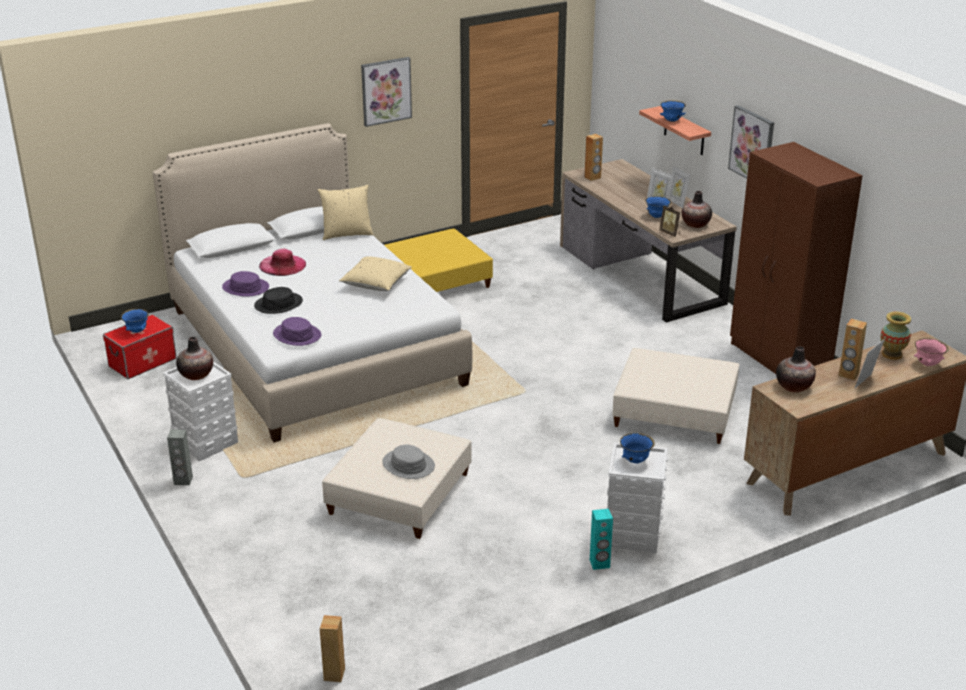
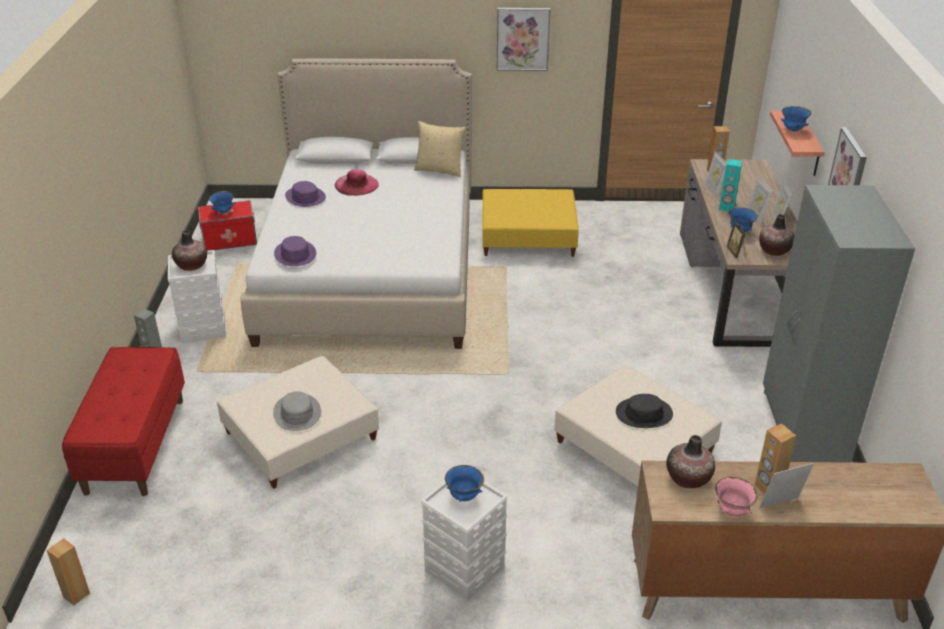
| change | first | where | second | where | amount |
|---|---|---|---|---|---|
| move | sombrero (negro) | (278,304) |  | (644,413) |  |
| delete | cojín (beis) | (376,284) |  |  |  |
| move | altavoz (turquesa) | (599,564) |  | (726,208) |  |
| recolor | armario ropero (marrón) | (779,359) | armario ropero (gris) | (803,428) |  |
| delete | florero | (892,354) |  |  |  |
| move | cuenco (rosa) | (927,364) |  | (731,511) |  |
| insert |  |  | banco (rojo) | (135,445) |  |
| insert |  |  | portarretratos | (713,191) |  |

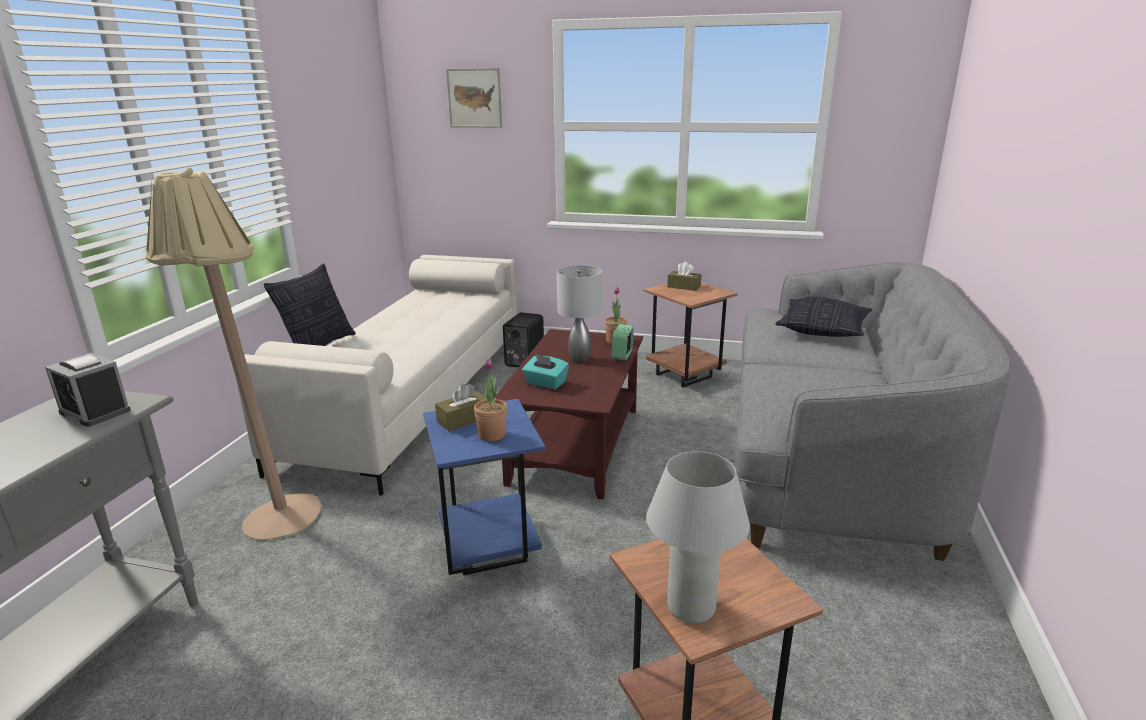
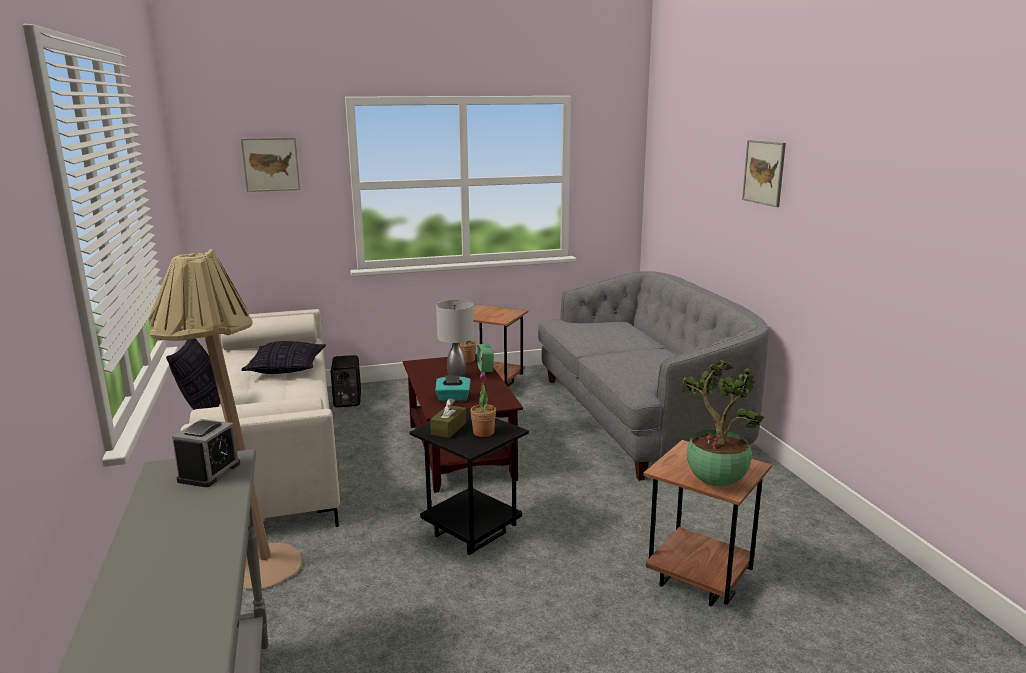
| change | first | where | second | where | amount |
|---|---|---|---|---|---|
| rotate | despertador | (95,411) |  | (209,472) | 75 degrees counterclockwise |
| recolor | mesa auxiliar (azul) | (487,551) | mesa auxiliar (negro) | (470,536) |  |
| replace | lámpara de mesa (blanco) | (691,607) | planta en maceta | (714,482) |  |
| delete | caja de pañuelos (marrón) | (684,287) |  |  |  |
| move | cojín | (822,331) |  | (286,369) |  |
| insert |  |  | cuadro | (764,172) |  |

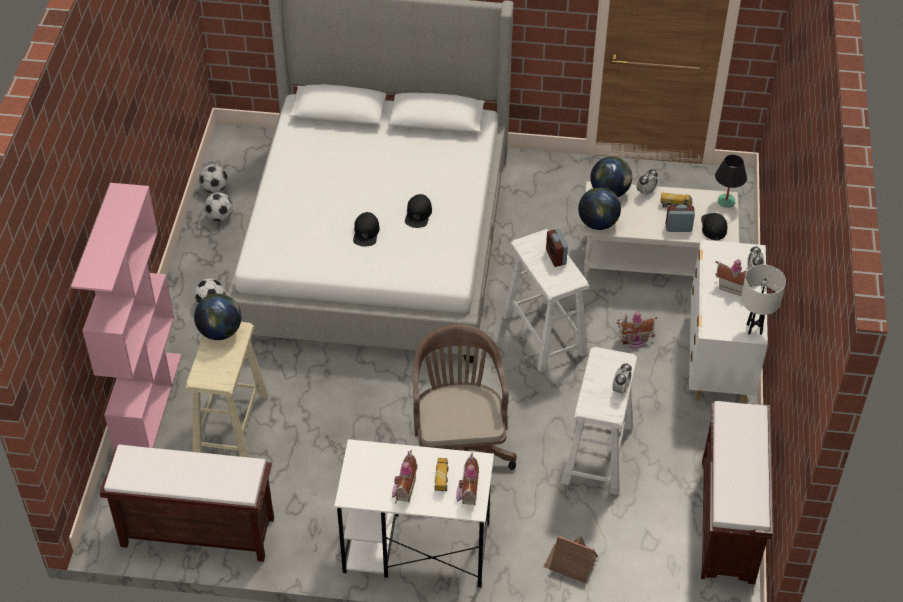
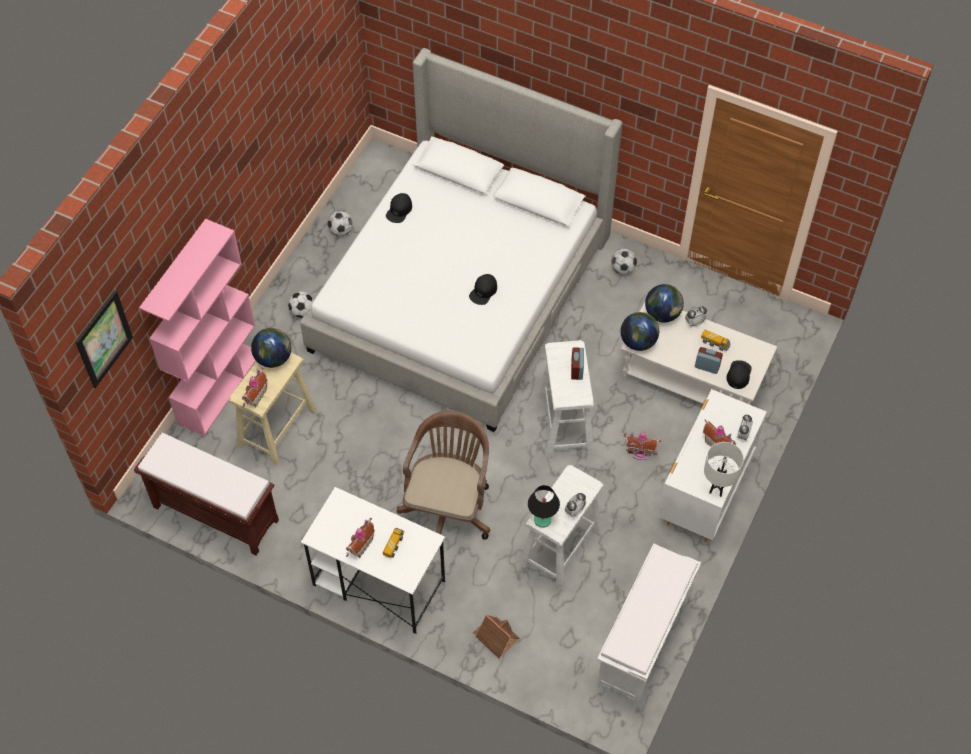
| change | first | where | second | where | amount |
|---|---|---|---|---|---|
| move | balón de fútbol | (214,189) |  | (623,269) |  |
| move | gorra (negro) | (366,232) |  | (399,210) |  |
| move | casita | (466,493) |  | (254,396) |  |
| recolor | banco (marrón) | (728,521) | banco (blanco) | (643,643) |  |
| move | lámpara de mesa (negro) | (726,201) |  | (543,520) |  |
| insert |  |  | cuadro | (104,339) |  |

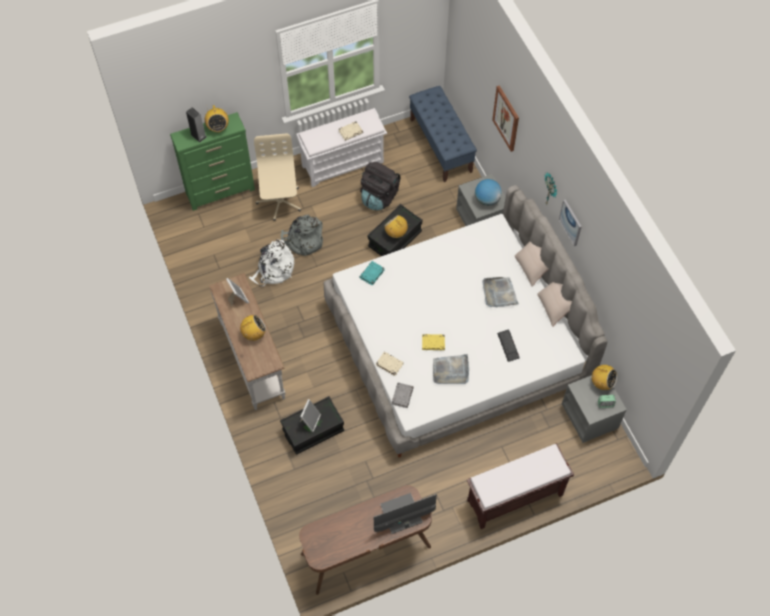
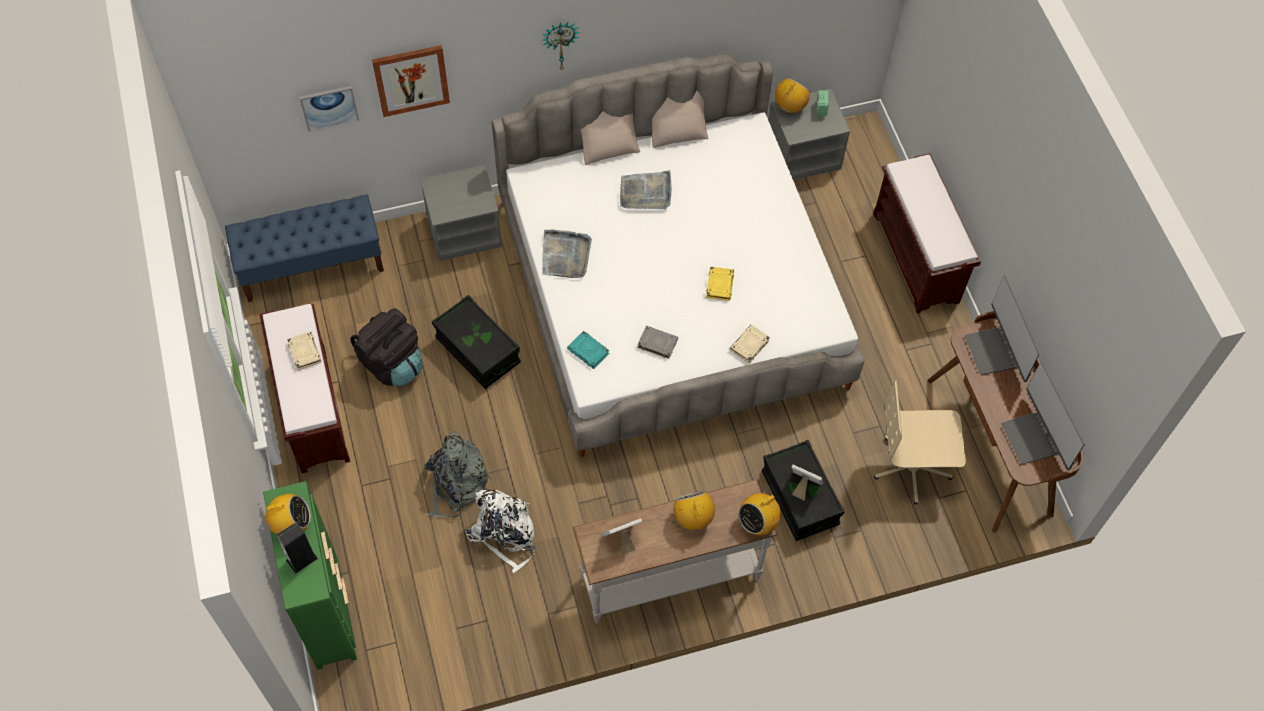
| change | first | where | second | where | amount |
|---|---|---|---|---|---|
| move | silla de oficina (beis) | (279,201) |  | (912,468) |  |
| recolor | banco (blanco) | (343,163) | banco (marrón) | (312,409) |  |
| move | radio | (396,233) |  | (758,522) |  |
| move | libro (gris) | (402,395) |  | (657,343) |  |
| move | bandeja (gris) | (451,371) |  | (565,255) |  |
| delete | globo terráqueo | (487,200) |  |  |  |
| delete | teclado | (508,346) |  |  |  |
| move | cuadro | (571,222) |  | (329,107) |  |
| insert |  |  | monitor | (1034,437) |  |

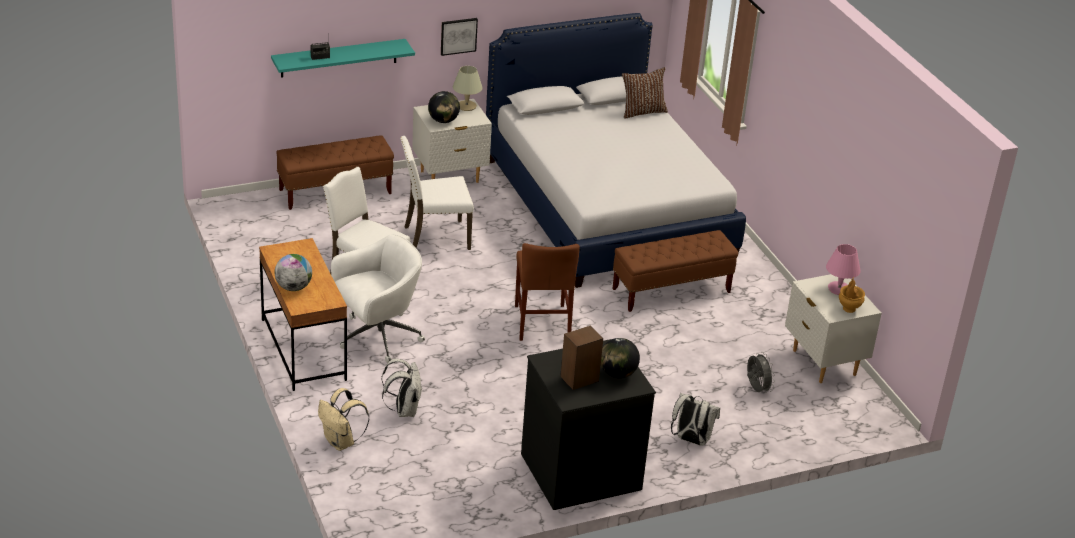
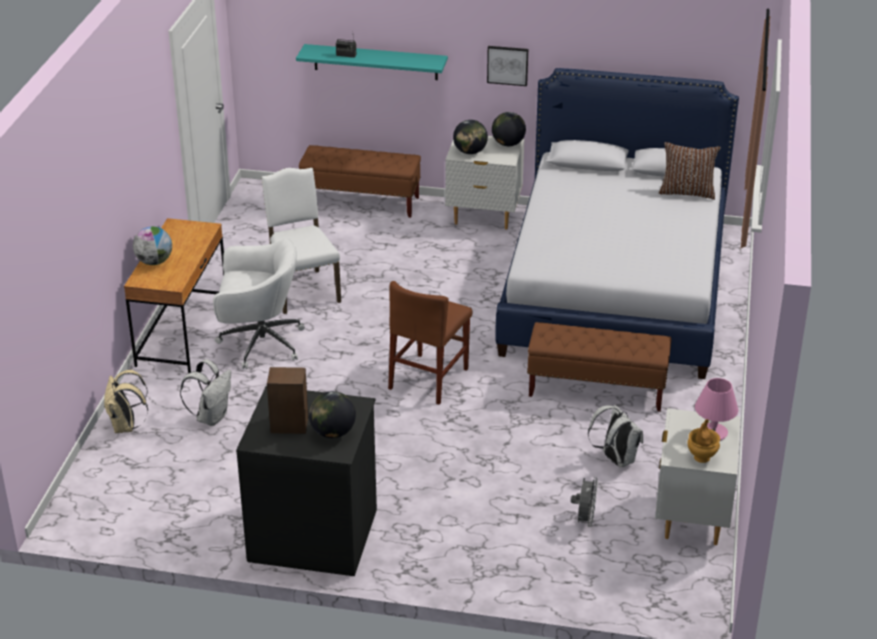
| change | first | where | second | where | amount |
|---|---|---|---|---|---|
| delete | silla (blanco) | (435,237) |  |  |  |
| replace | lámpara de mesa (beis) | (466,106) | globo terráqueo | (508,144) |  |
| move | mochila (blanco) | (691,440) |  | (616,459) |  |

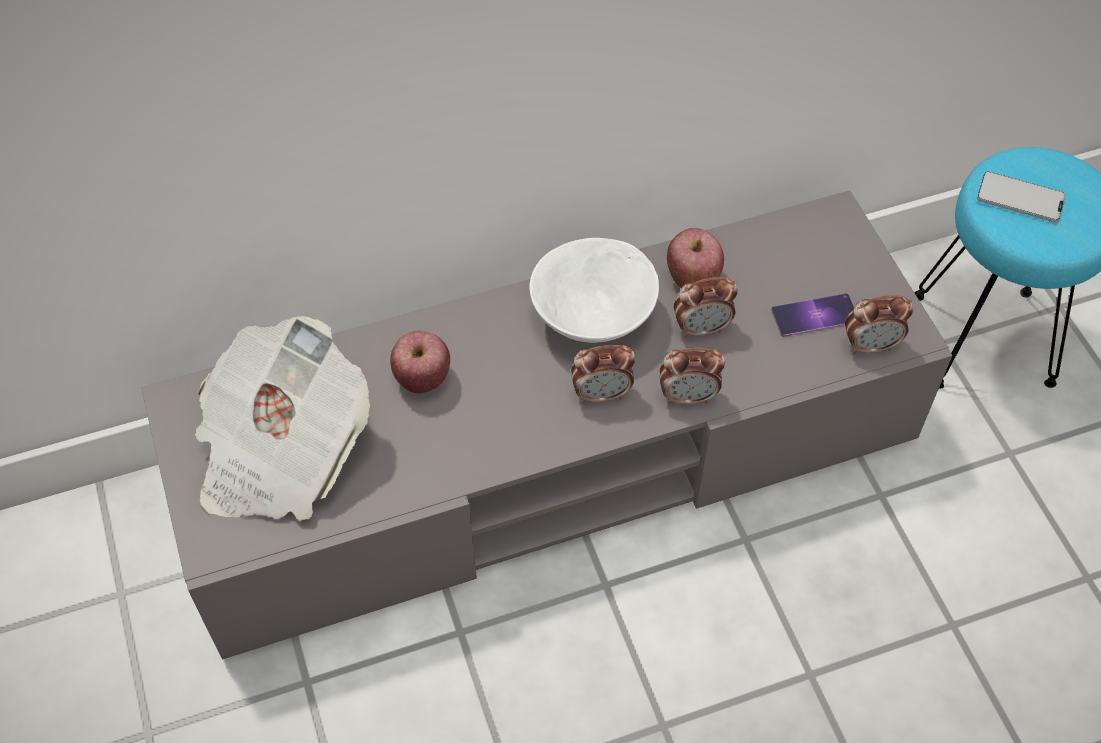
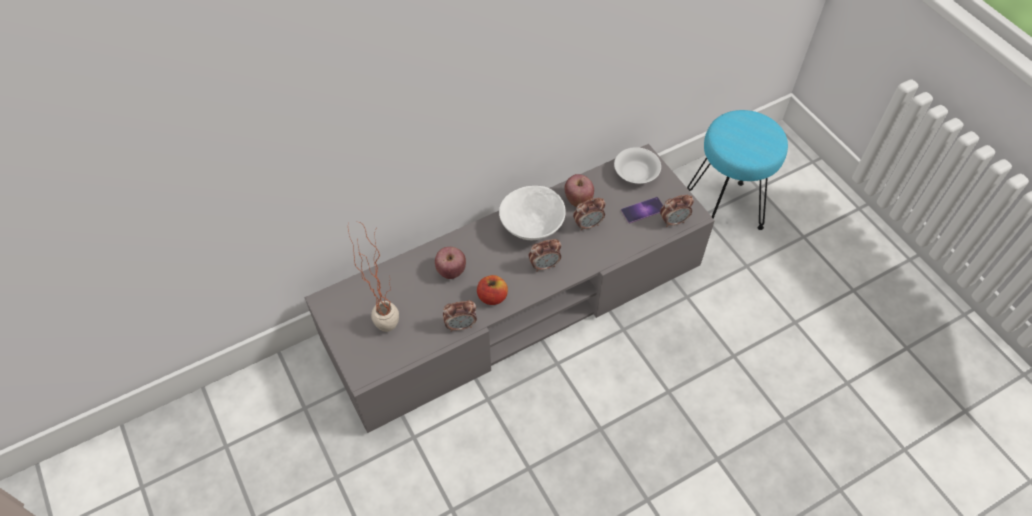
| change | first | where | second | where | amount |
|---|---|---|---|---|---|
| replace | periódico | (281,451) | planta en maceta | (386,319) |  |
| move | despertador | (688,396) |  | (461,325) |  |
| delete | móvil | (1020,198) |  |  |  |
| insert |  |  | manzana | (492,297) |  |
| insert |  |  | cuenco (blanco) | (636,173) |  |

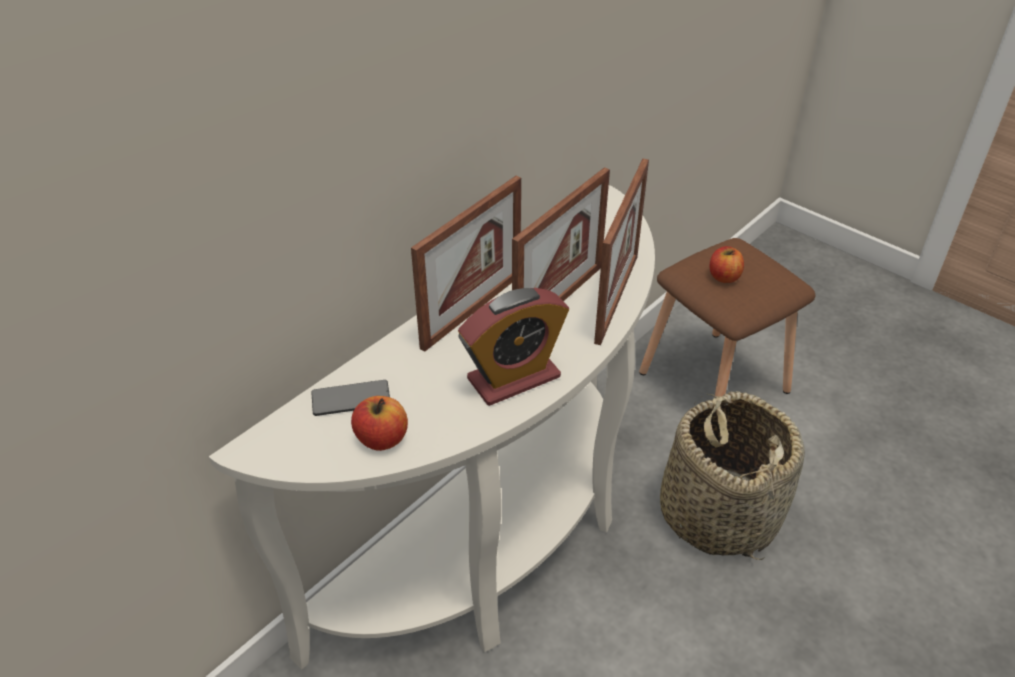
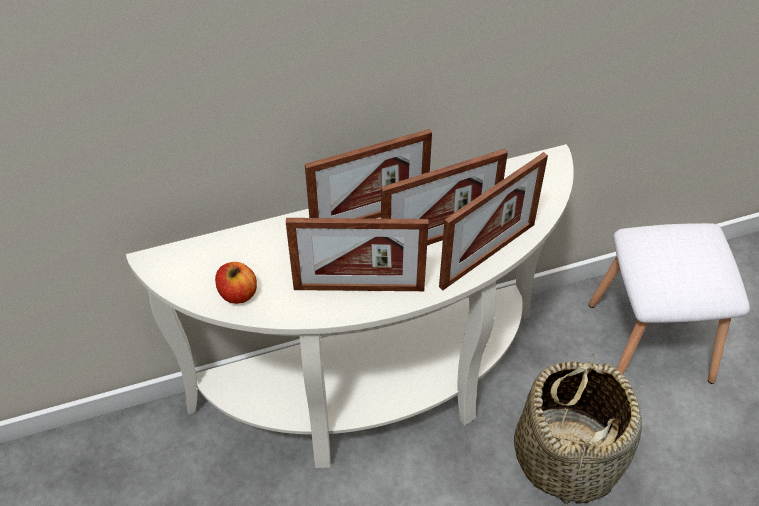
| change | first | where | second | where | amount |
|---|---|---|---|---|---|
| delete | móvil | (351,399) |  |  |  |
| replace | despertador | (513,378) | portarretratos | (359,288) |  |
| recolor | taburete (marrón) | (714,380) | taburete (blanco) | (651,340) |  |
| delete | manzana | (724,277) |  |  |  |

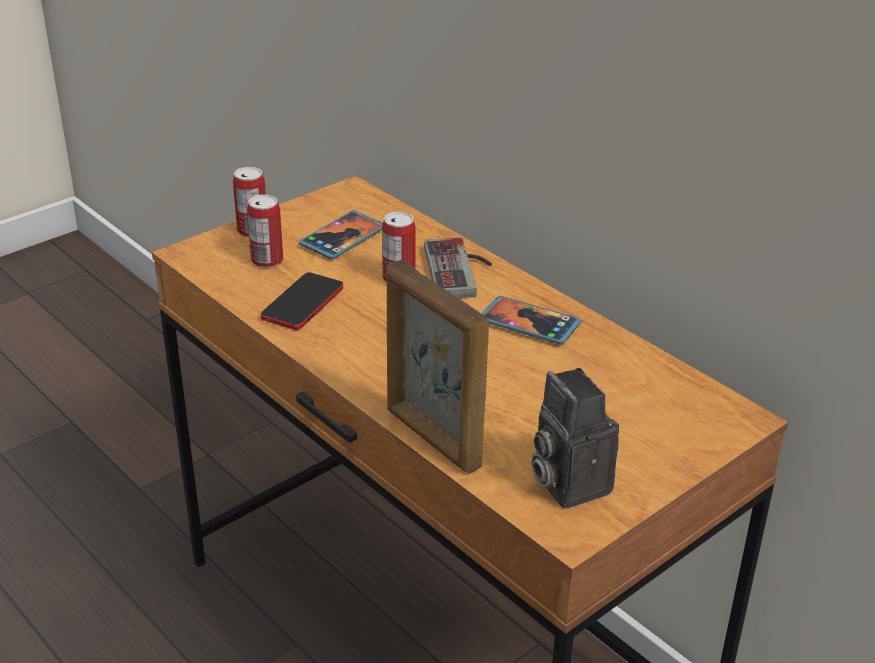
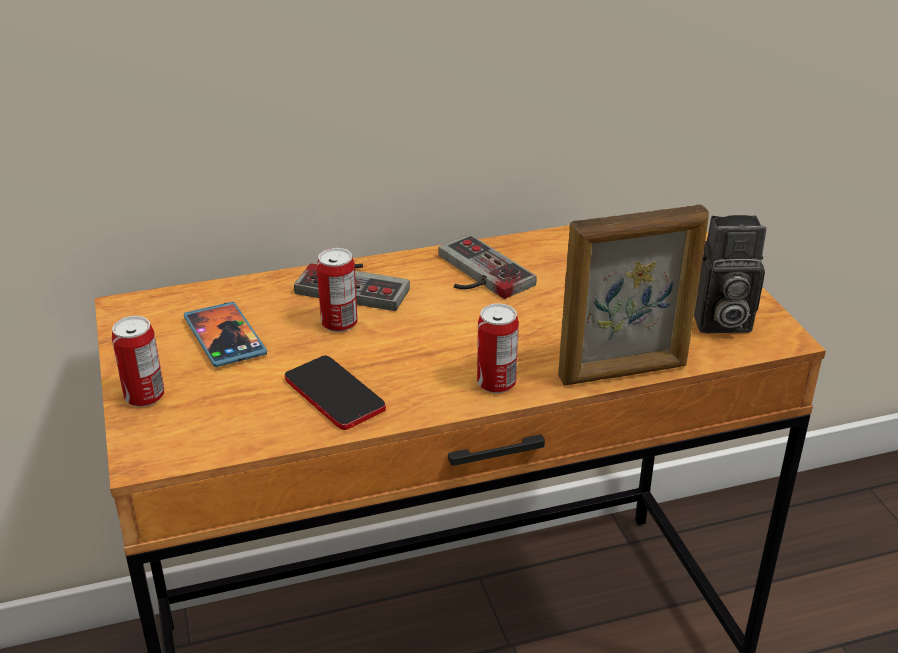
| change | first | where | second | where | amount |
|---|---|---|---|---|---|
| move | lata | (267,260) |  | (496,383) |  |
| replace | móvil | (529,323) | mando de consola | (476,274) |  |

